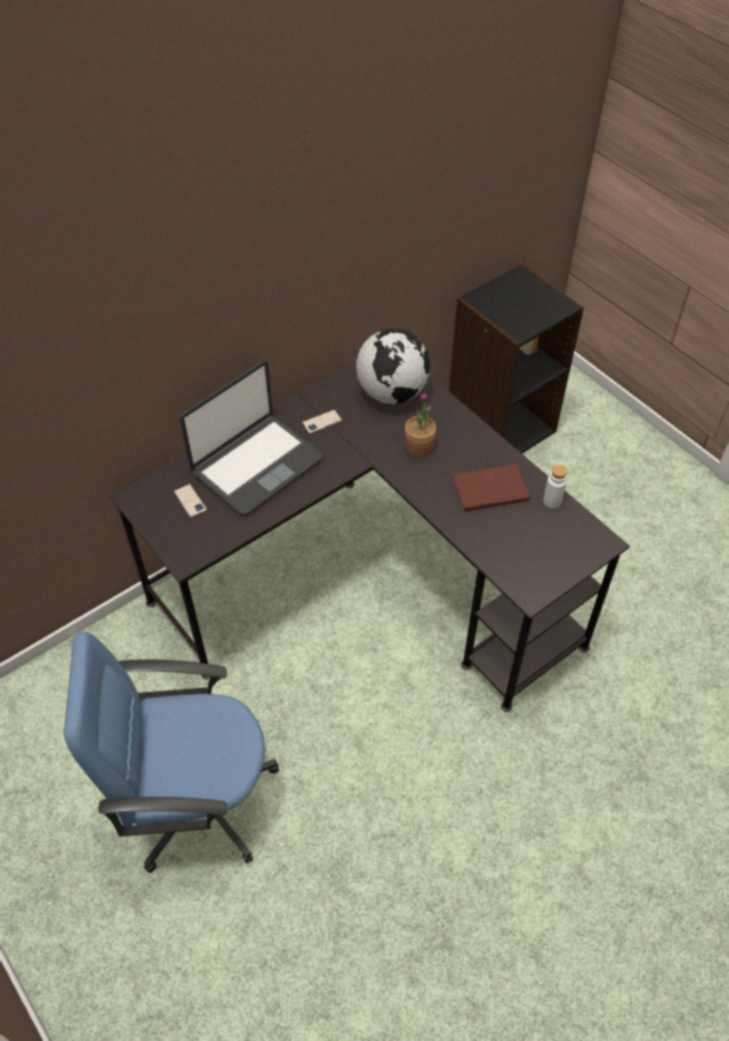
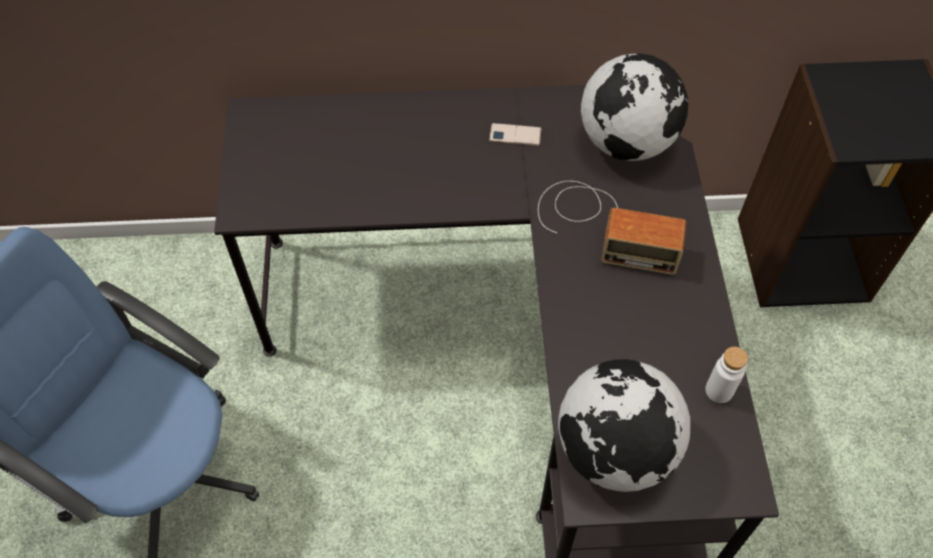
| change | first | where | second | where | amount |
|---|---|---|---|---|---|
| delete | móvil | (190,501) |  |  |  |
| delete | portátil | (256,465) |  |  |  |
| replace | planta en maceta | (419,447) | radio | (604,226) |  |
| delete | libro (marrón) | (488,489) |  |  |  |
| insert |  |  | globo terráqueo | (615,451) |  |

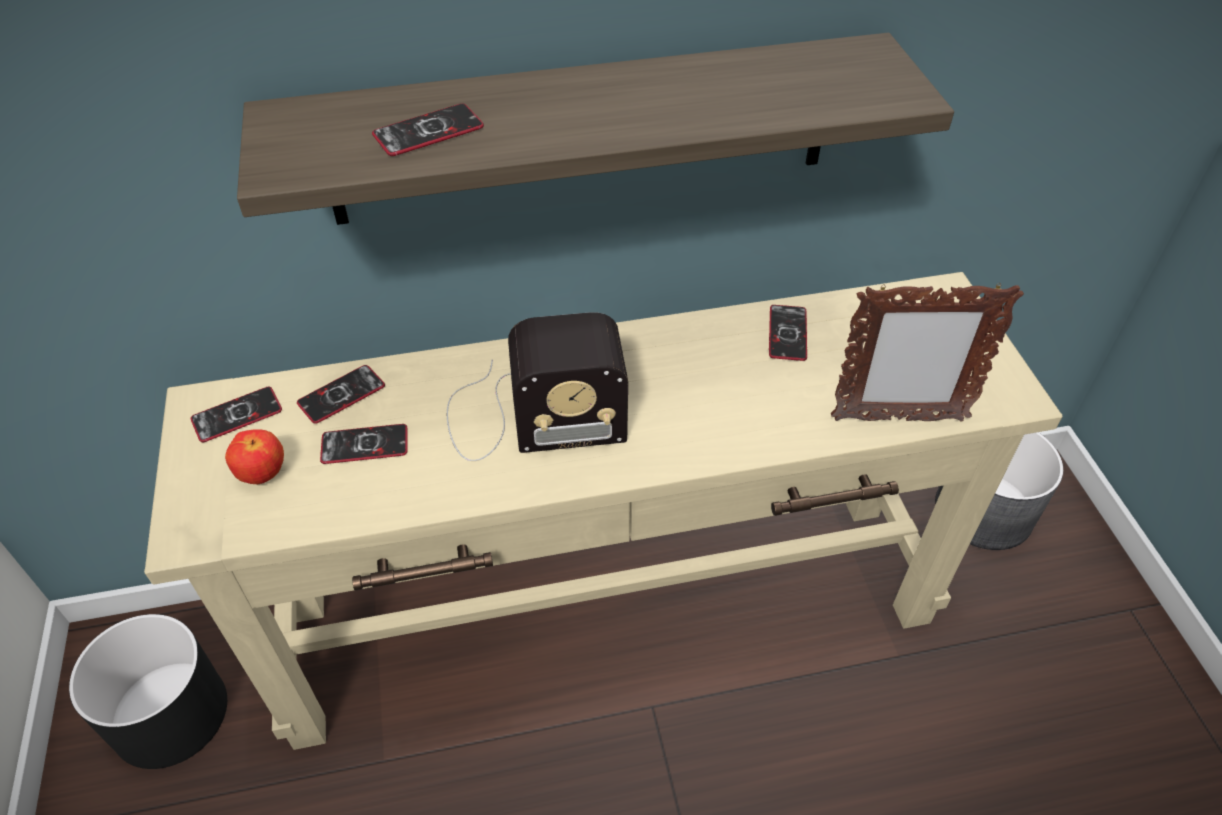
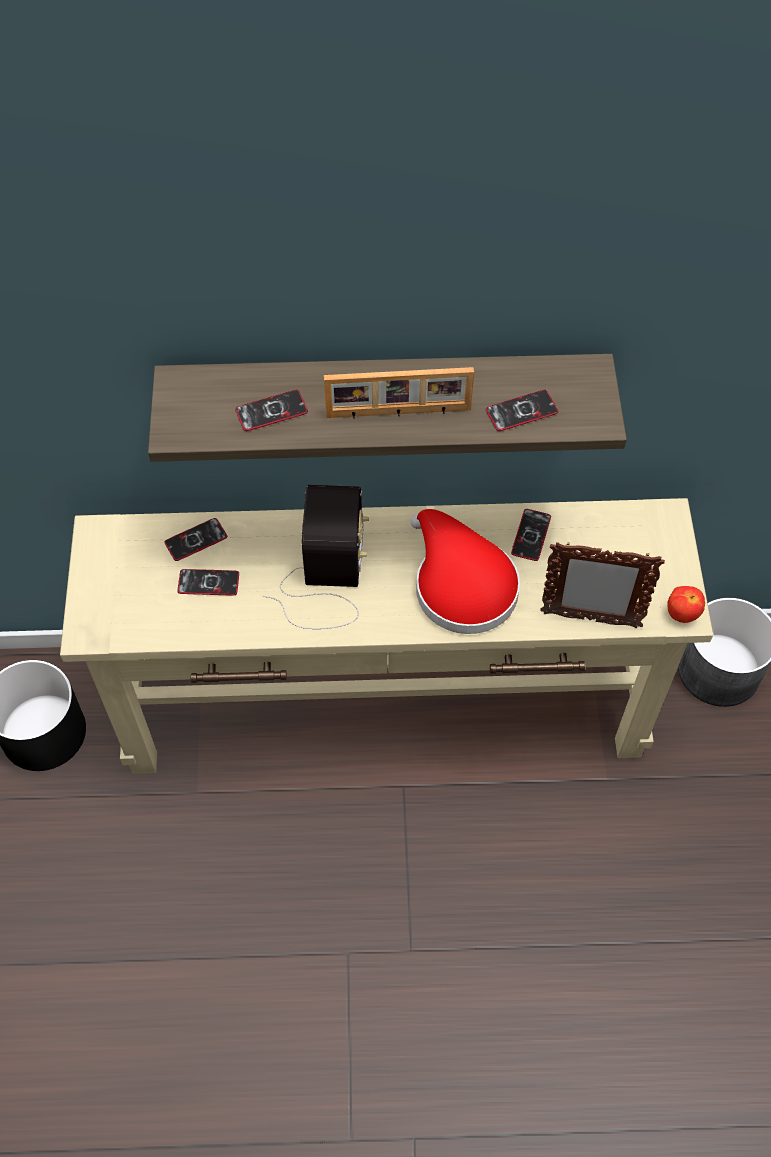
| change | first | where | second | where | amount |
|---|---|---|---|---|---|
| move | móvil | (237,415) |  | (521,411) |  |
| move | manzana | (263,474) |  | (682,614) |  |
| rotate | radio | (529,417) |  | (325,578) | 90 degrees counterclockwise |
| insert |  |  | portarretratos | (398,413) |  |
| insert |  |  | sombrero (rojo) | (460,584) |  |

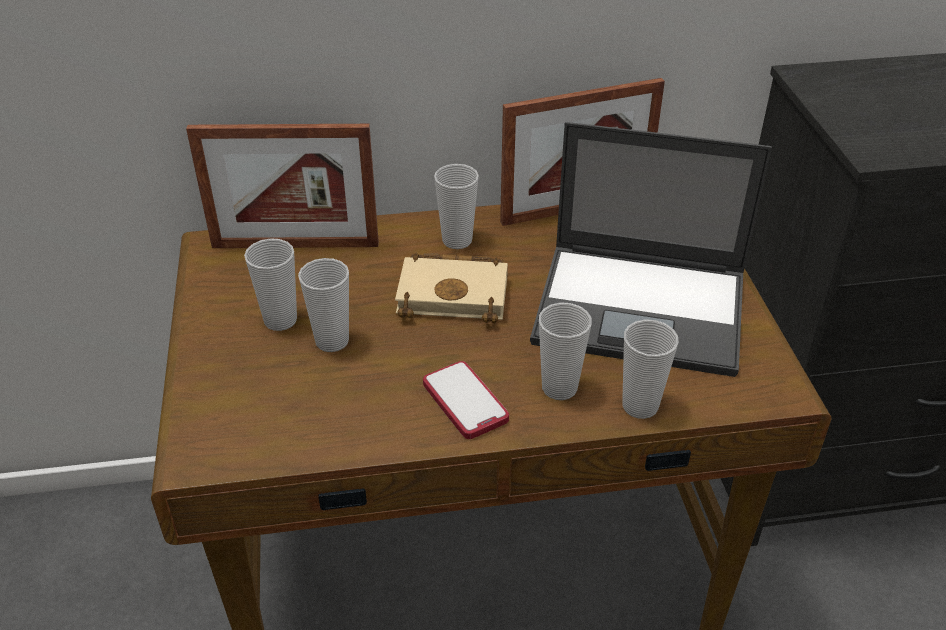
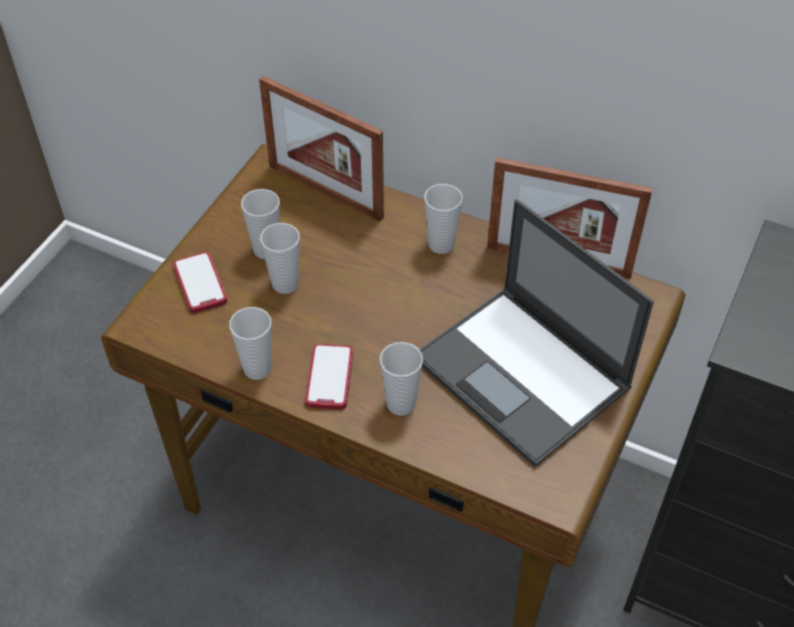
| change | first | where | second | where | amount |
|---|---|---|---|---|---|
| delete | libro (beis) | (456,293) |  |  |  |
| move | taza | (640,406) |  | (257,368) |  |
| insert |  |  | móvil | (200,284) |  |

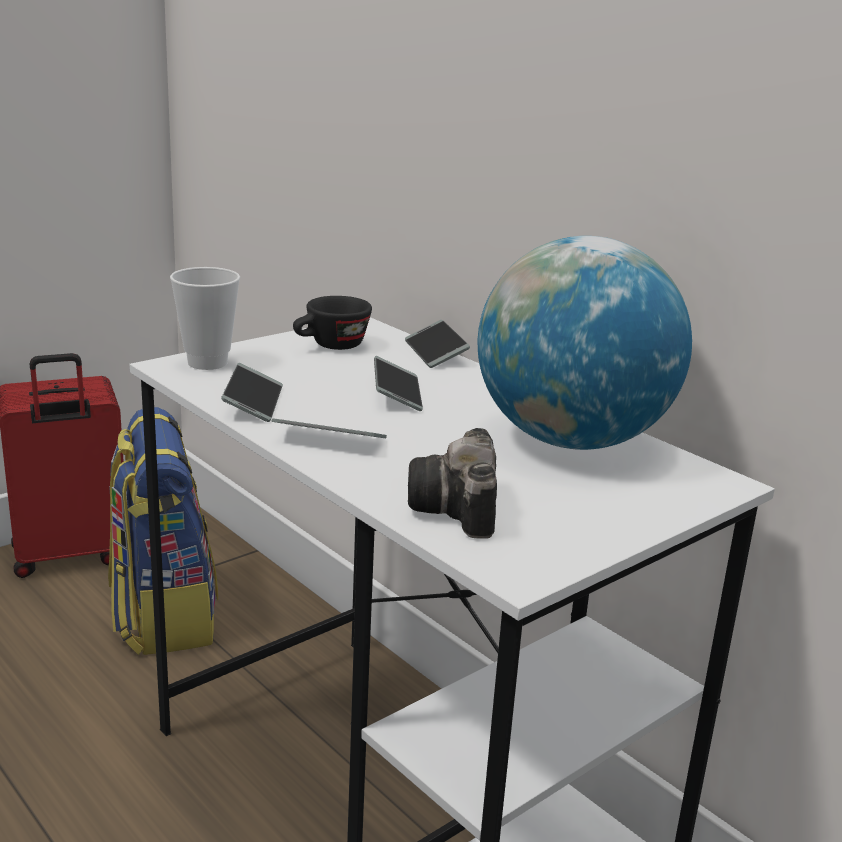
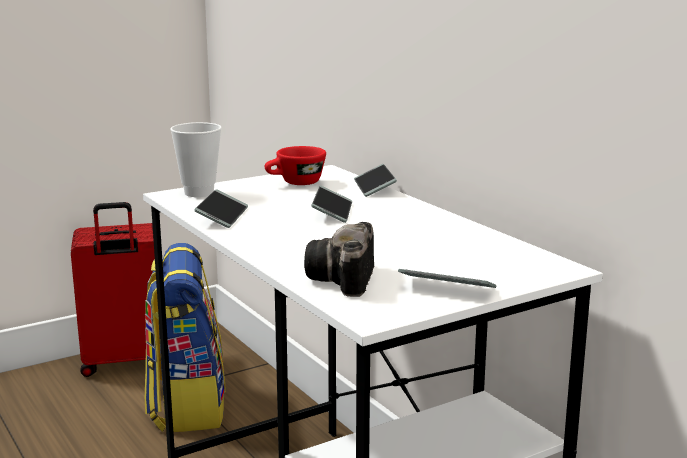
| change | first | where | second | where | amount |
|---|---|---|---|---|---|
| move | móvil | (329,440) |  | (447,288) |  |
| recolor | taza (negro) | (330,346) | taza (rojo) | (295,183) |  |
| delete | globo terráqueo | (571,440) |  |  |  |

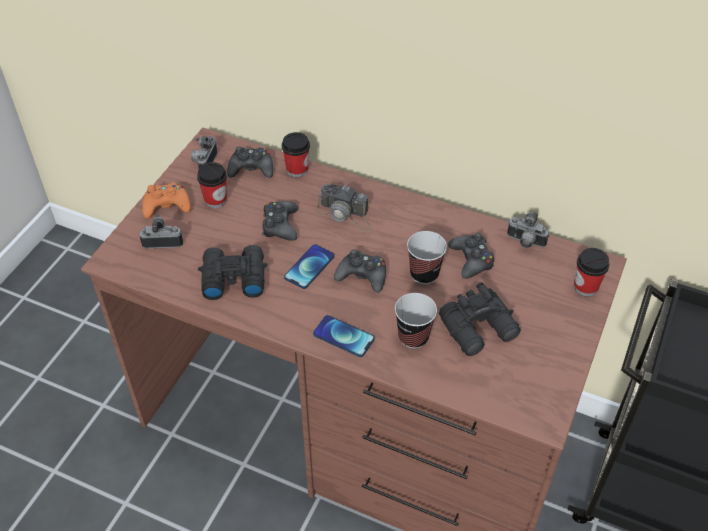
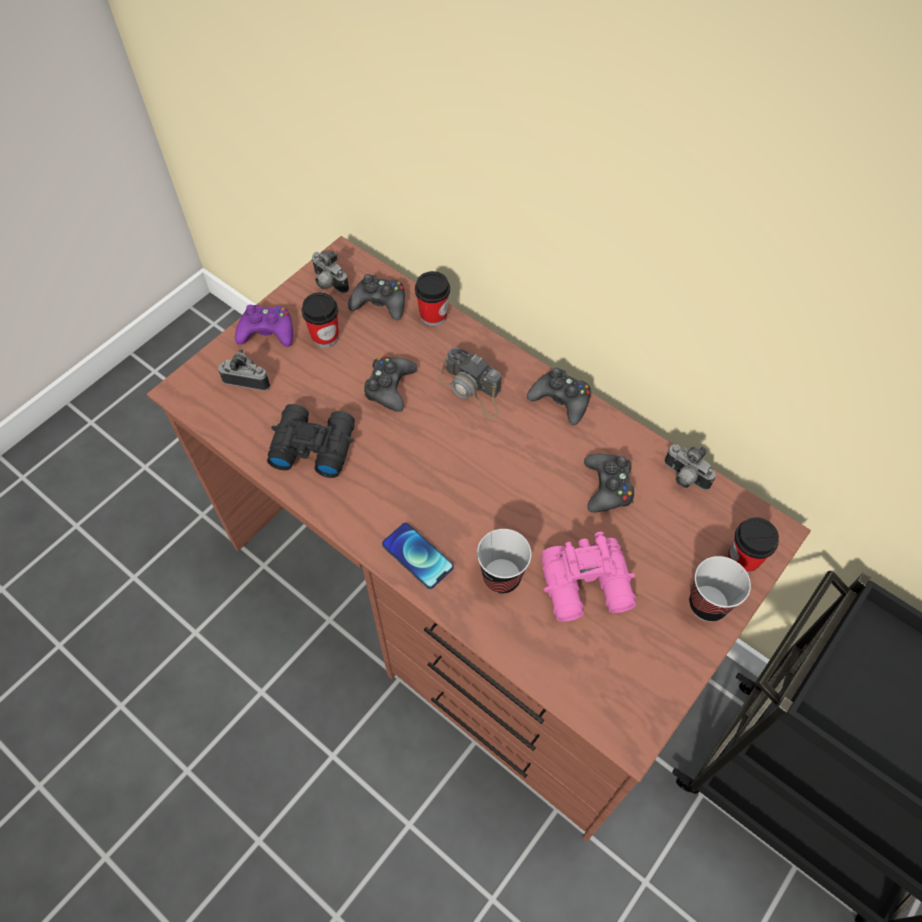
| change | first | where | second | where | amount |
|---|---|---|---|---|---|
| recolor | mando de consola (naranja) | (167,205) | mando de consola (morado) | (267,332) |  |
| rotate | cámara | (204,162) |  | (328,284) | 75 degrees counterclockwise |
| delete | móvil | (309,267) |  |  |  |
| move | mando de consola (negro) | (362,276) |  | (561,400) |  |
| move | taza | (424,274) |  | (707,604) |  |
| recolor | prismáticos (negro) | (480,329) | prismáticos (rosa) | (588,587) |  |

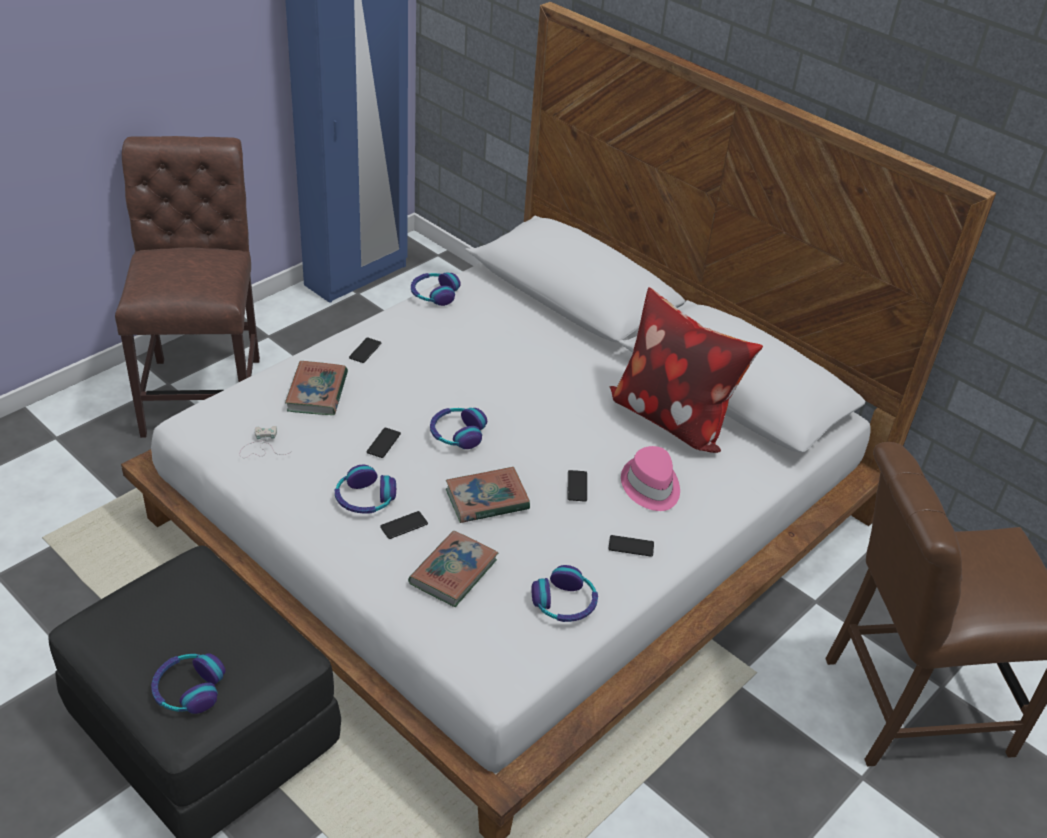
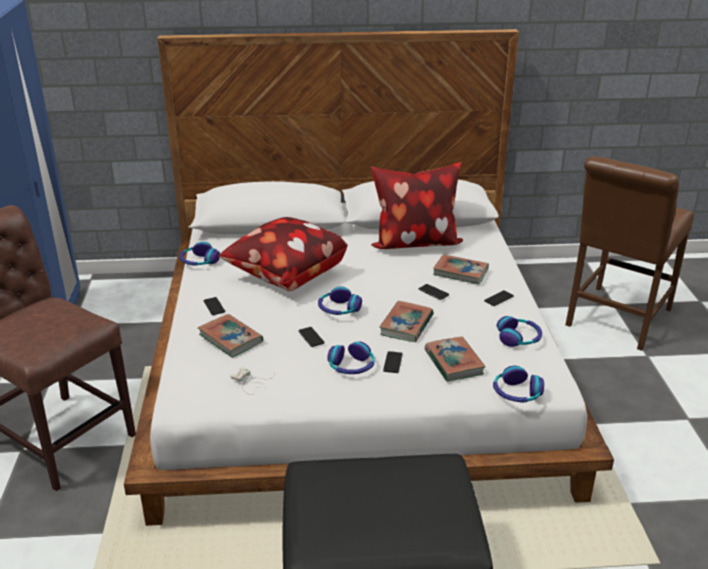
| change | first | where | second | where | amount |
|---|---|---|---|---|---|
| move | auriculares | (188,689) |  | (516,393) |  |
| replace | sombrero (rosa) | (650,486) | libro | (460,272) |  |
| insert |  |  | cojín | (285,276) |  |

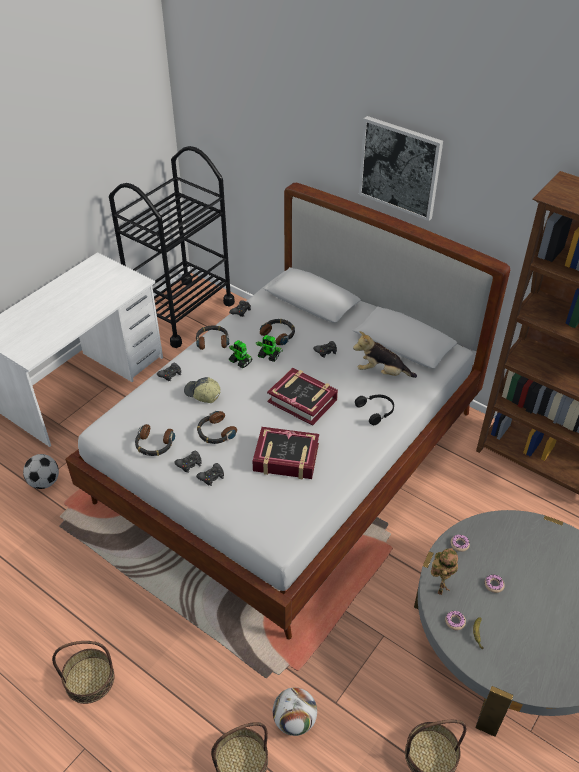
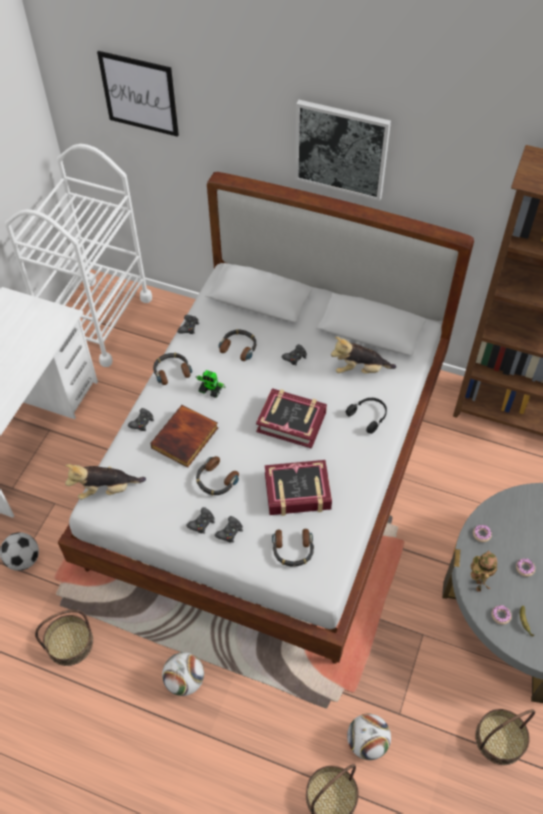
| change | first | where | second | where | amount |
|---|---|---|---|---|---|
| move | cesta | (89,679) |  | (70,643) |  |
| recolor | carrito (negro) | (181,312) | carrito (blanco) | (97,321) |  |
| move | auriculares | (154,444) |  | (293,550) |  |
| replace | gorra | (202,394) | libro | (185,439) |  |
| delete | robot de juguete | (269,356) |  |  |  |
| insert |  |  | peluche | (107,489) |  |
| insert |  |  | cuadro | (139,94) |  |
| insert |  |  | balón de fútbol | (184,680) |  |

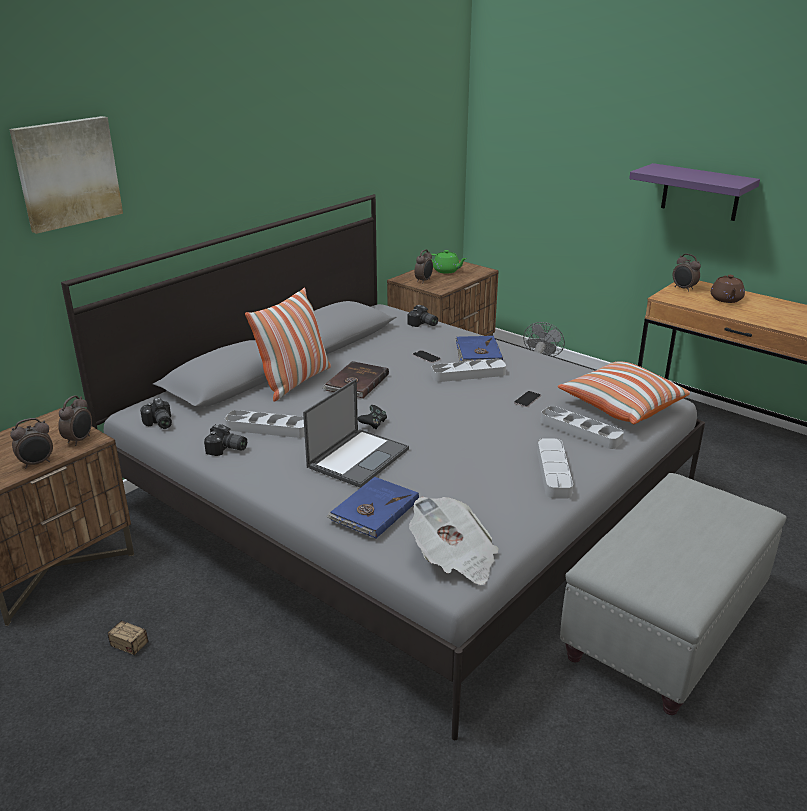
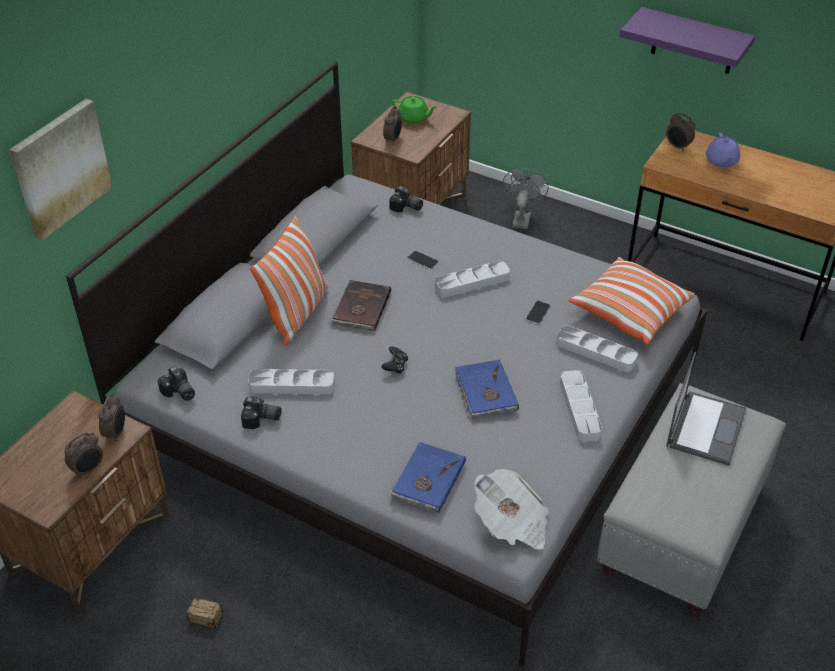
| change | first | where | second | where | amount |
|---|---|---|---|---|---|
| move | portátil | (358,457) |  | (706,427) |  |
| move | libro (azul) | (477,353) |  | (485,392) |  |
| recolor | tetera (marrón) | (726,299) | tetera (morado) | (721,161) |  |

